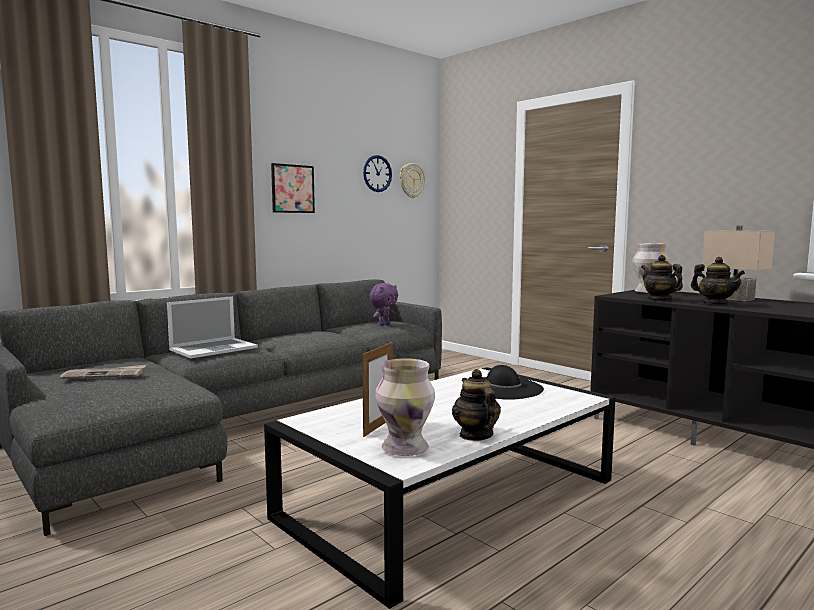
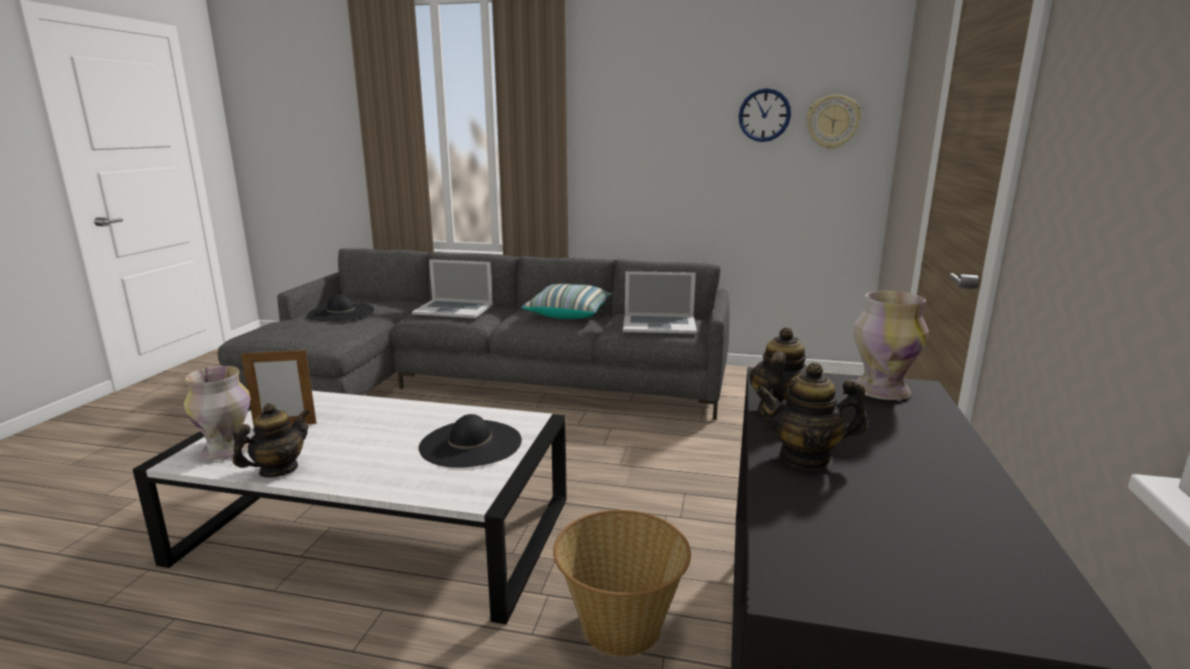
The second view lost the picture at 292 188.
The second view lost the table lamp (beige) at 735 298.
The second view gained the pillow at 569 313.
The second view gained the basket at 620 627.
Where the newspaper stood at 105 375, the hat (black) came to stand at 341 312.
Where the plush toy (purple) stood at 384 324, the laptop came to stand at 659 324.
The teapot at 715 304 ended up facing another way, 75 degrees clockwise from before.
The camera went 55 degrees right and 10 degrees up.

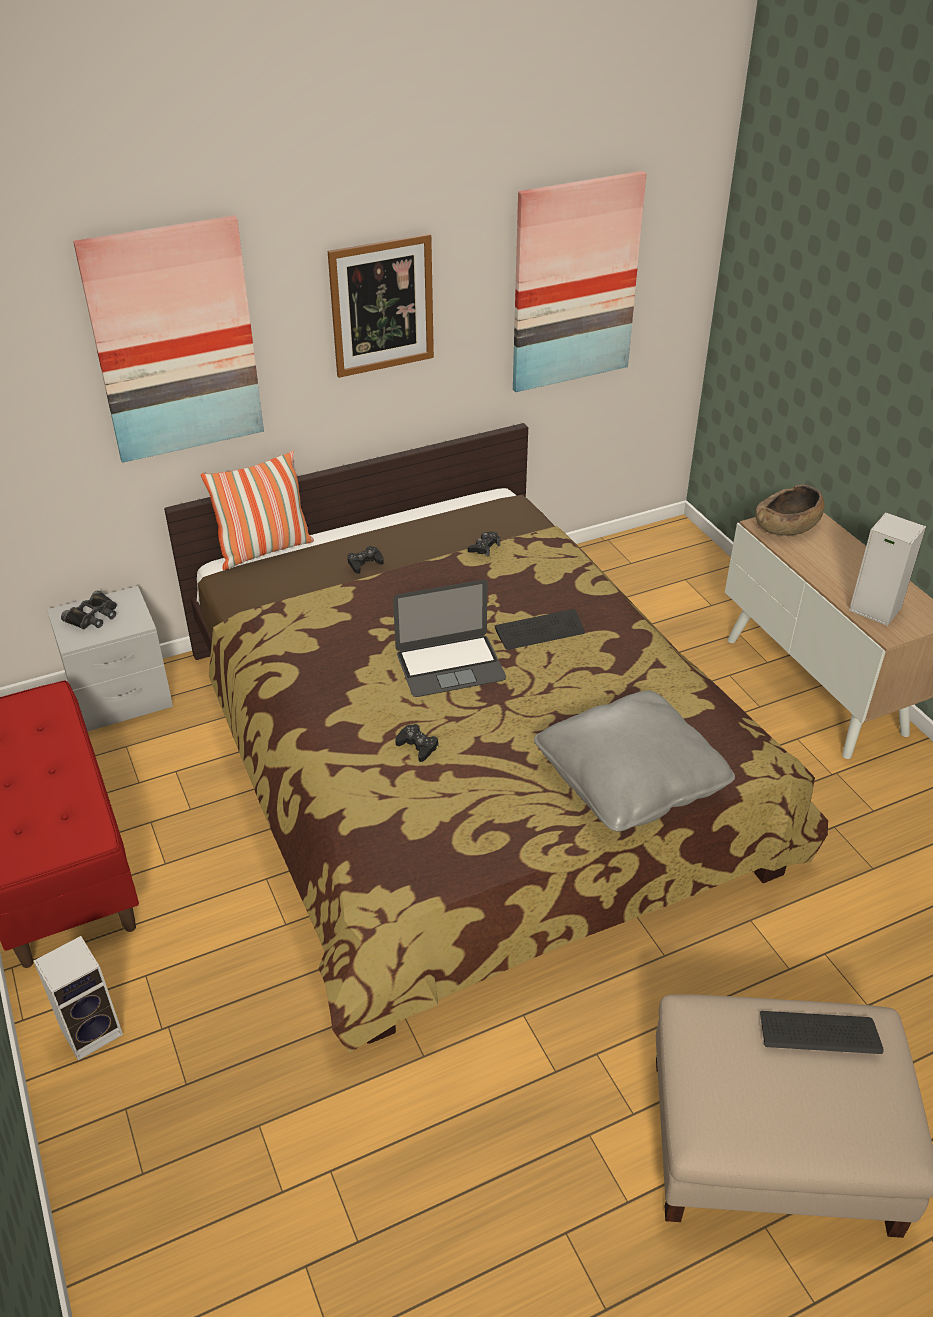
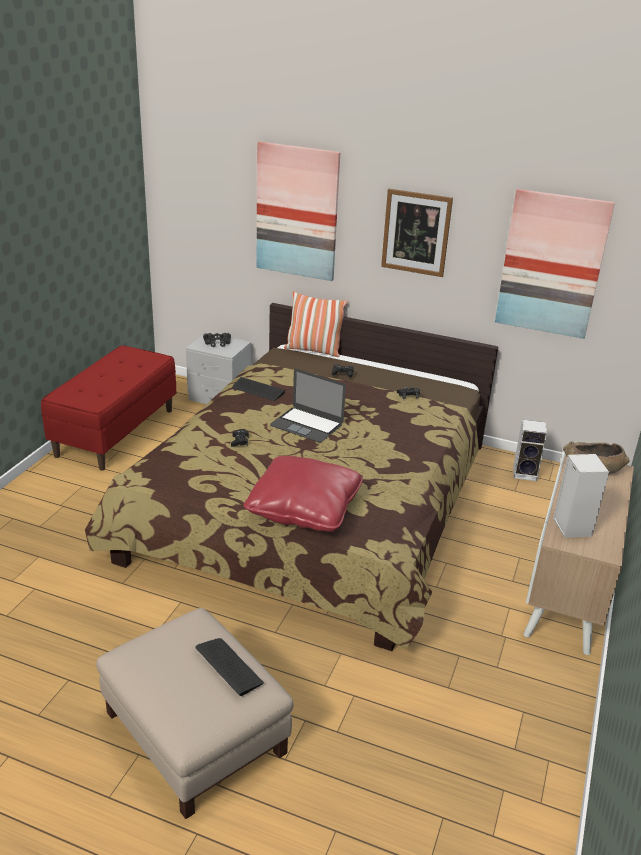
The speaker ended up elsewhere, having gone from 93 1029 to 526 473.
The keyboard ended up elsewhere, having gone from 540 631 to 258 390.
What was the pillow (grey) at 630 780 turned into the pillow (red) at 304 508.
The camera went 45 degrees right and 10 degrees down.

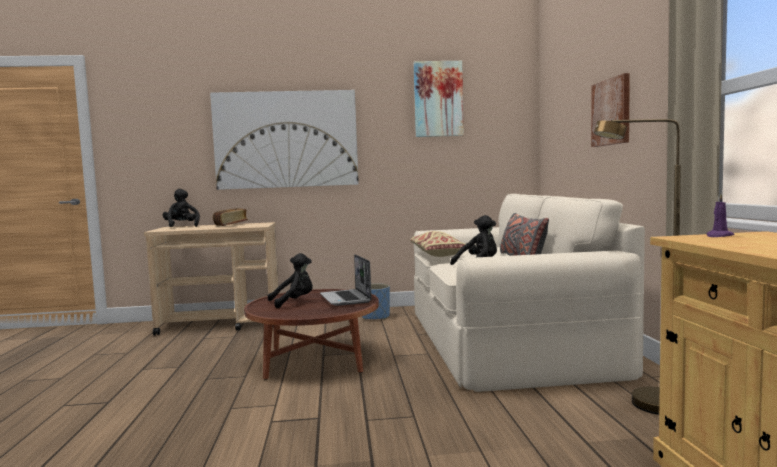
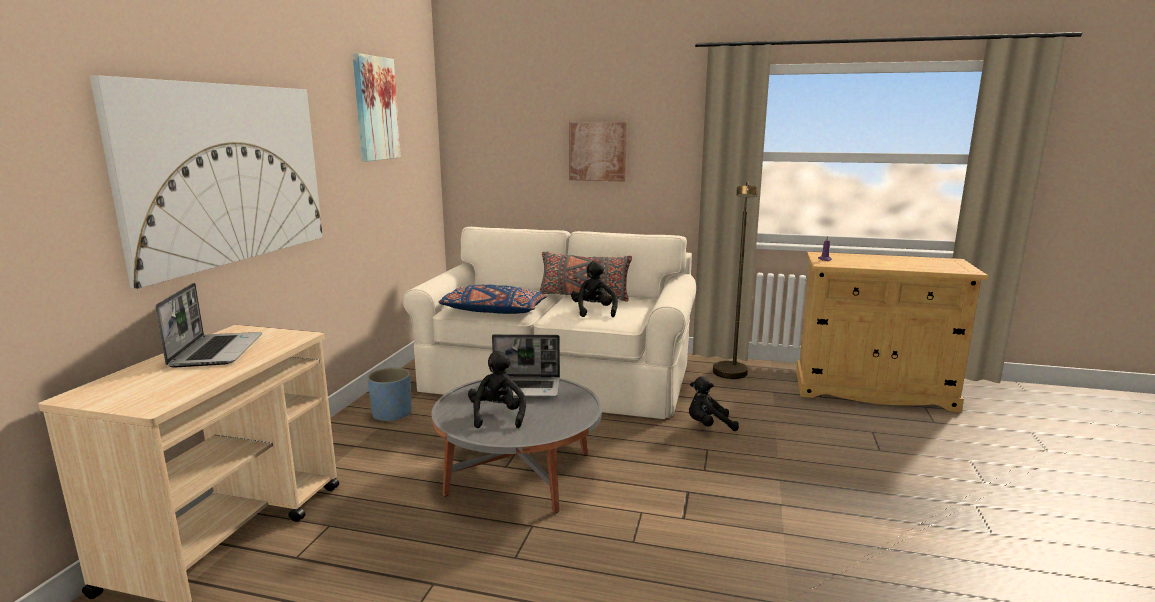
The plush toy (black) ended up elsewhere, having gone from 182 226 to 708 426.
Where the book stood at 230 225, the laptop came to stand at 216 351.
What was the coffee table (brown) at 315 360 turned into the coffee table (grey) at 519 473.
What was the pillow (beige) at 437 254 turned into the pillow (blue) at 493 311.
The camera went 70 degrees left and 10 degrees up.

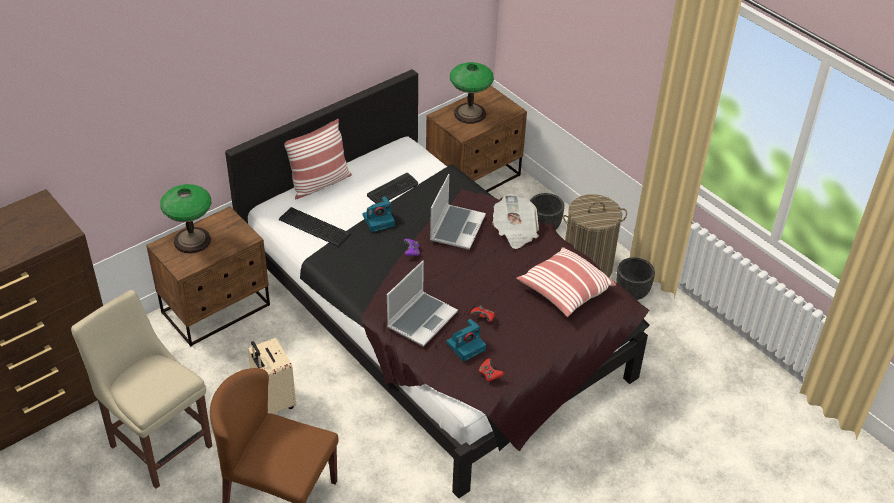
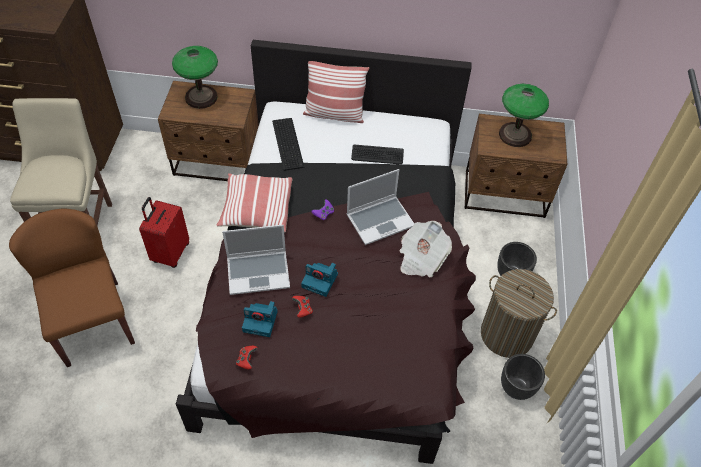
The photo camera ended up elsewhere, having gone from 379 220 to 320 280.
The pillow ended up elsewhere, having gone from 564 291 to 256 210.
What was the suitcase (beige) at 273 401 turned into the suitcase (red) at 170 253.
The camera went 45 degrees right and 10 degrees up.

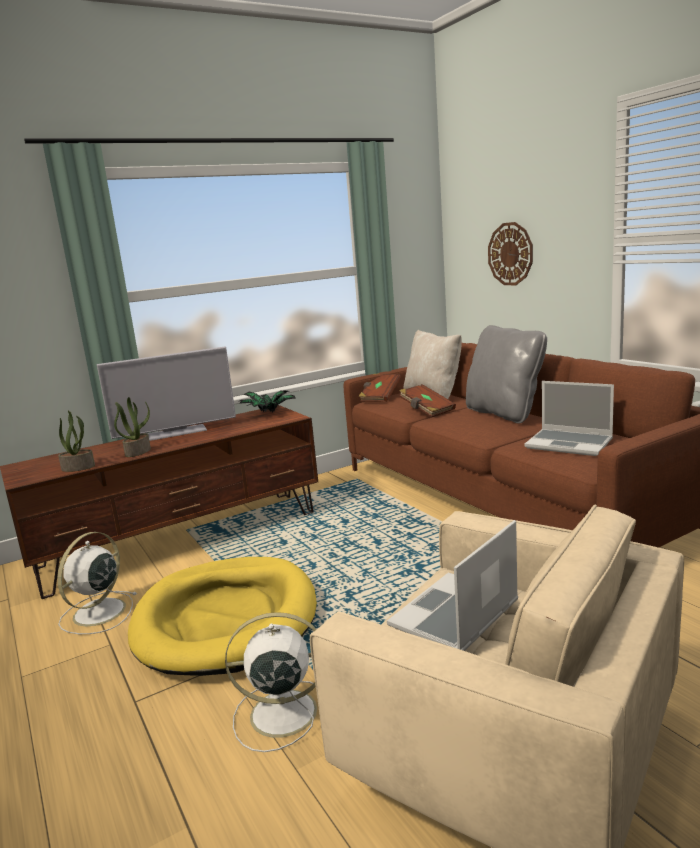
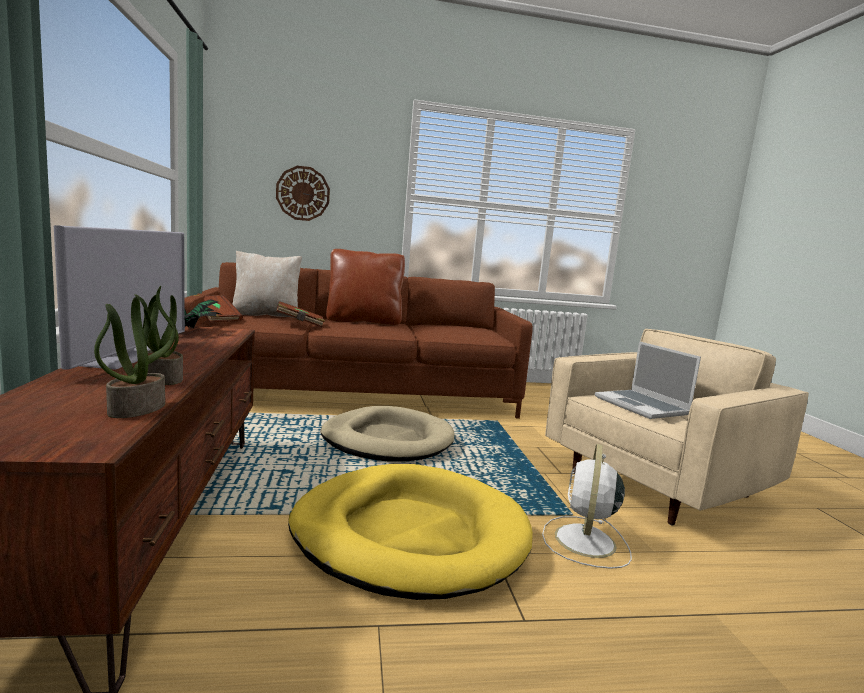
The second view lost the fan (white) at 97 613.
The second view lost the laptop at 570 444.
The second view gained the dog bed (beige) at 387 440.
What was the pillow (grey) at 504 413 turned into the pillow (brown) at 363 321.
The camera went 70 degrees left and 5 degrees down.

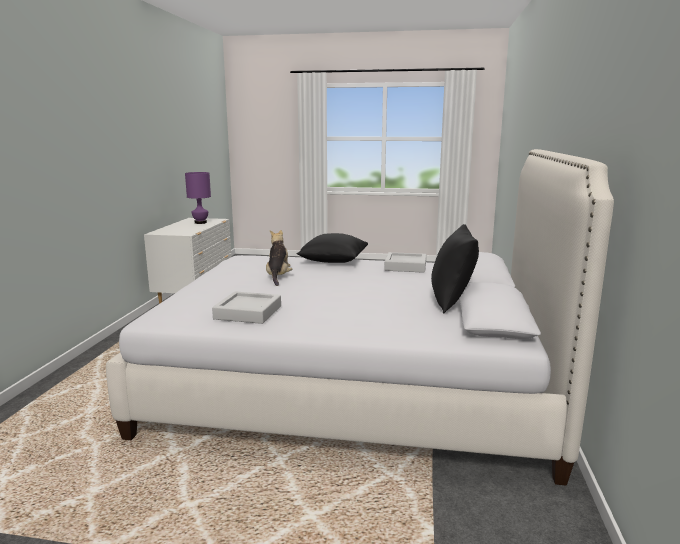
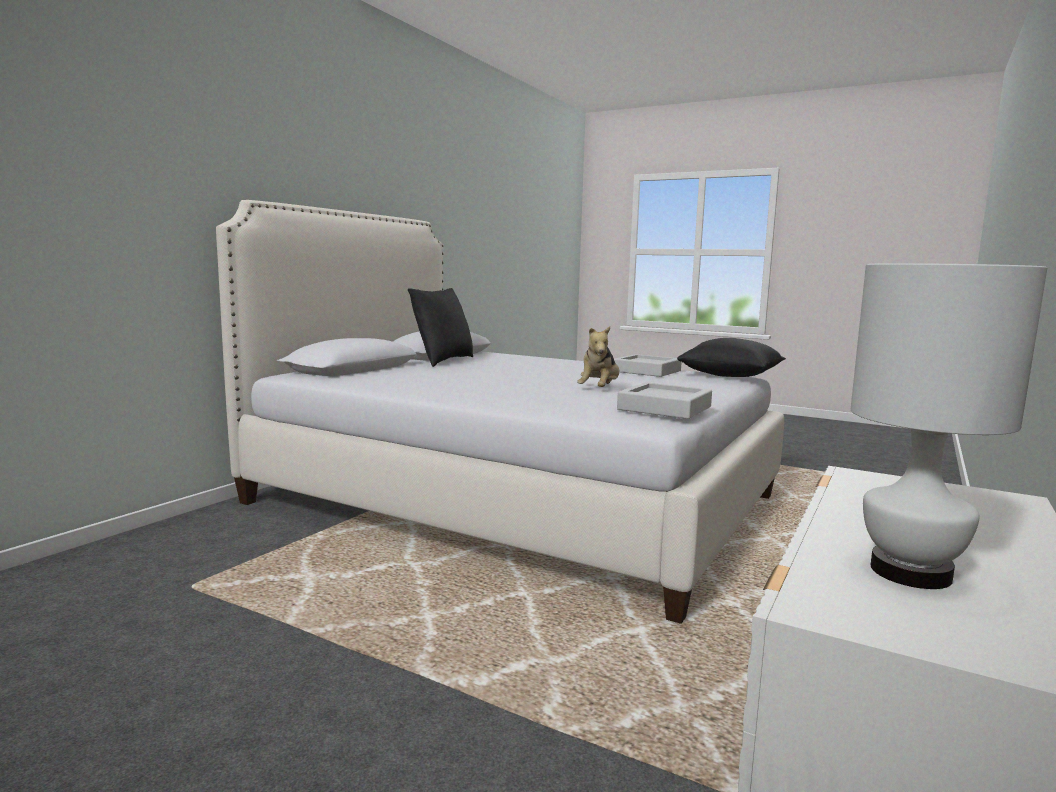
The pillow (black) ended up elsewhere, having gone from 333 261 to 731 376.
The tray (grey) ended up elsewhere, having gone from 405 266 to 664 408.
What was the table lamp (purple) at 200 222 turned into the table lamp (white) at 912 572.
The camera went 160 degrees left and 5 degrees down.

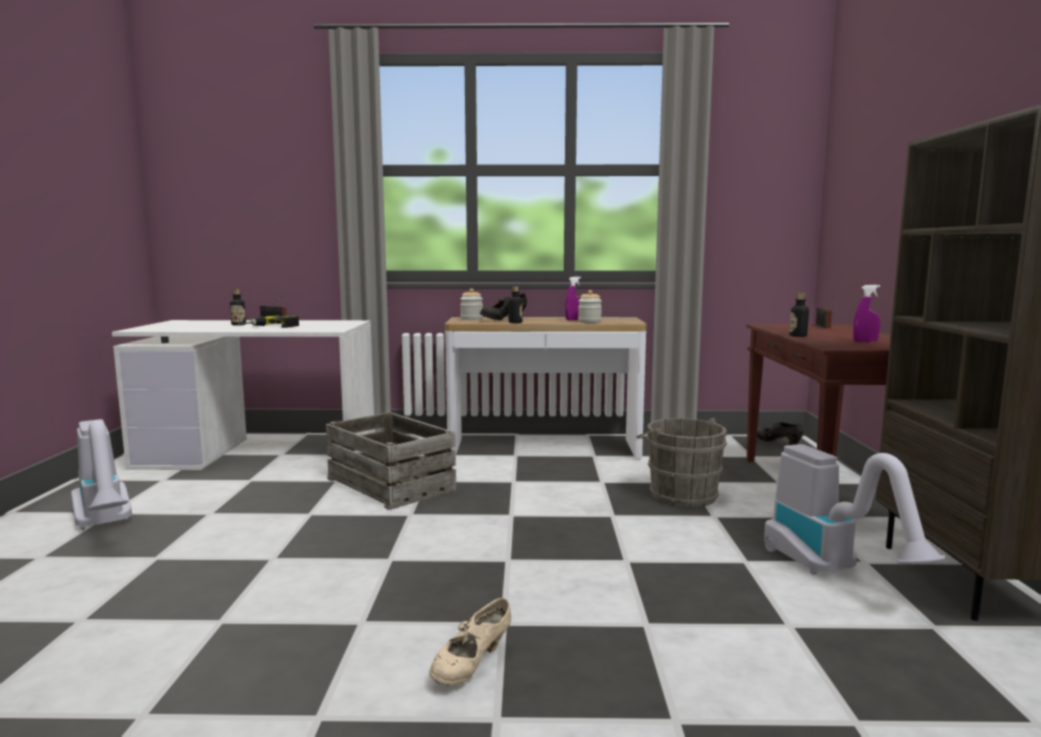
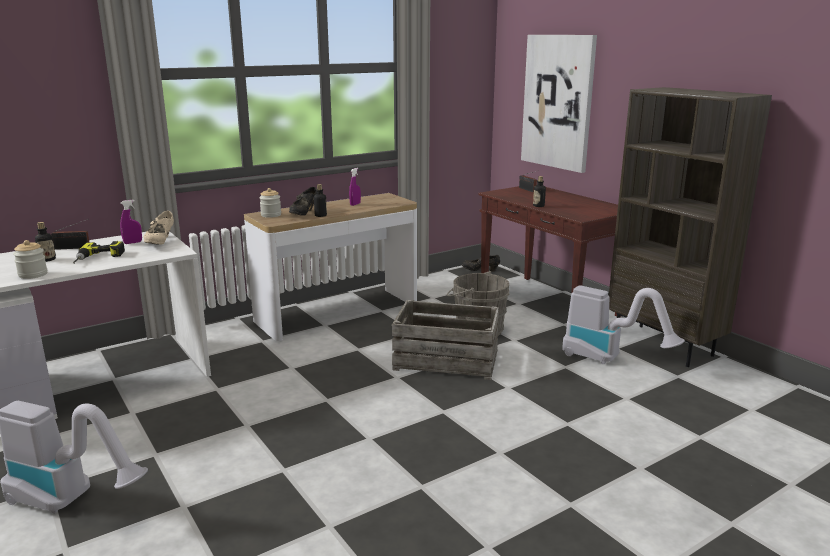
The second view gained the picture at 558 102.
The crate ended up elsewhere, having gone from 391 484 to 446 359.
The shoe (beige) ended up elsewhere, having gone from 471 666 to 160 242.
The jar ended up elsewhere, having gone from 589 322 to 33 274.
The spray bottle (purple) ended up elsewhere, having gone from 865 341 to 133 242.
The camera went 35 degrees left and 10 degrees up.

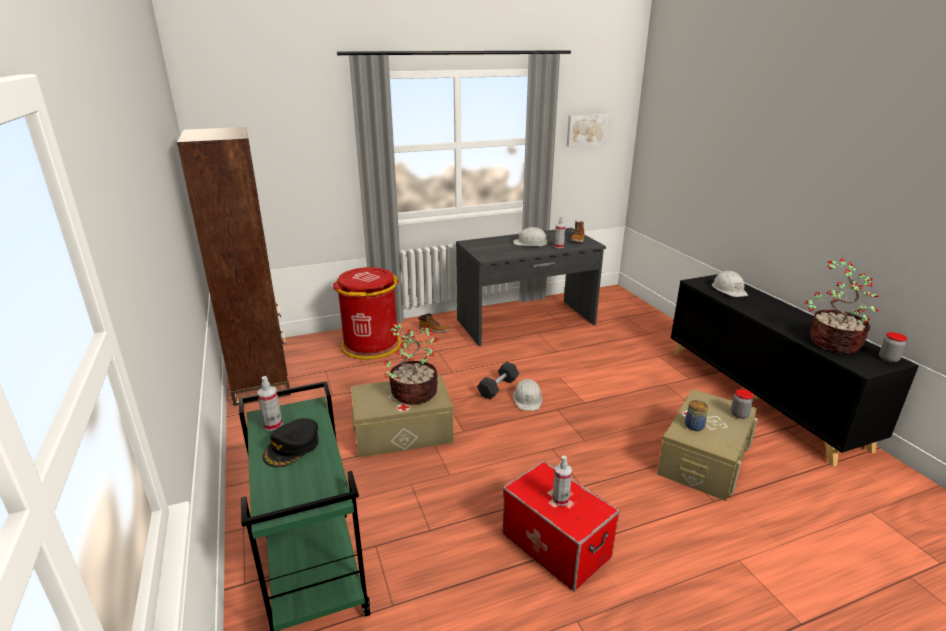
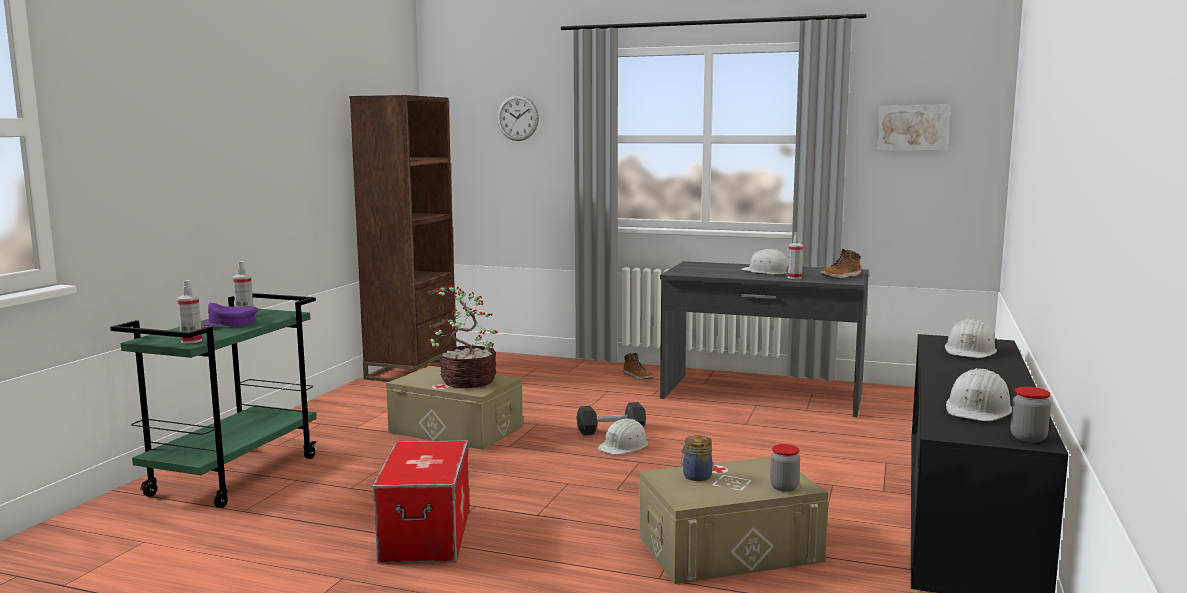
The second view lost the trash can (red) at 371 345.
The second view gained the wall clock at 517 118.
The spray bottle ended up elsewhere, having gone from 560 499 to 191 341.
Where the potted plant stood at 832 342, the hard hat (white) came to stand at 978 409.
What was the cap (black) at 292 447 turned into the cap (purple) at 228 324.
The camera went 40 degrees right and 15 degrees down.

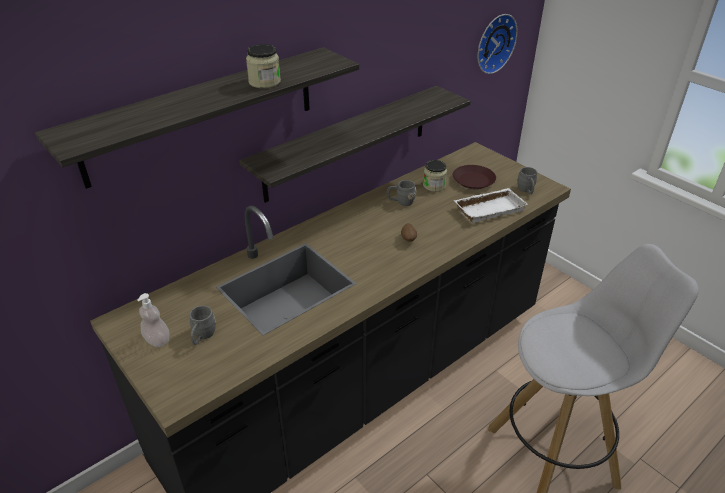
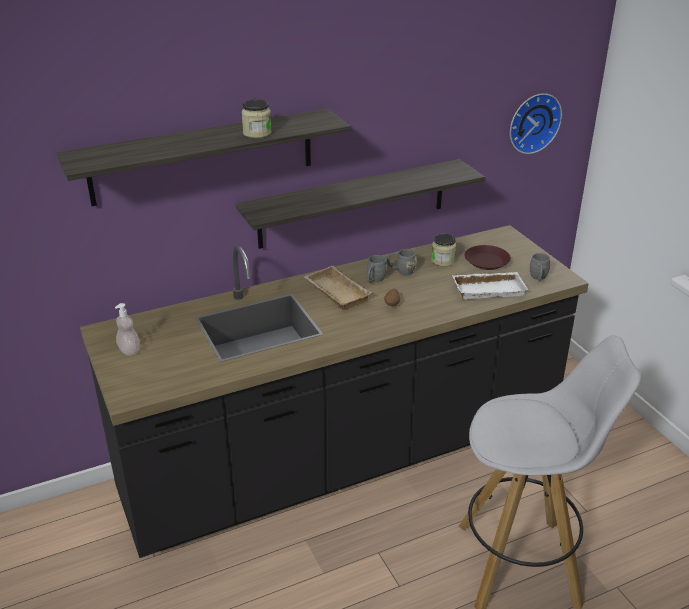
The second view gained the tray (beige) at 335 292.
The mug (grey) ended up elsewhere, having gone from 202 336 to 374 280.
The camera went 15 degrees right and 5 degrees down.

